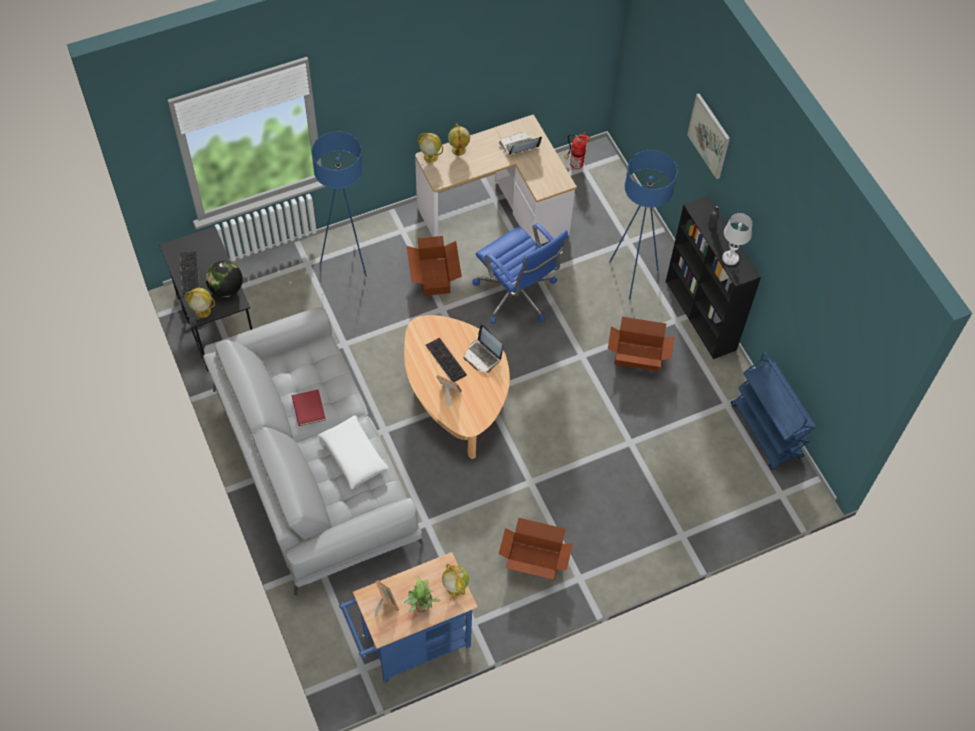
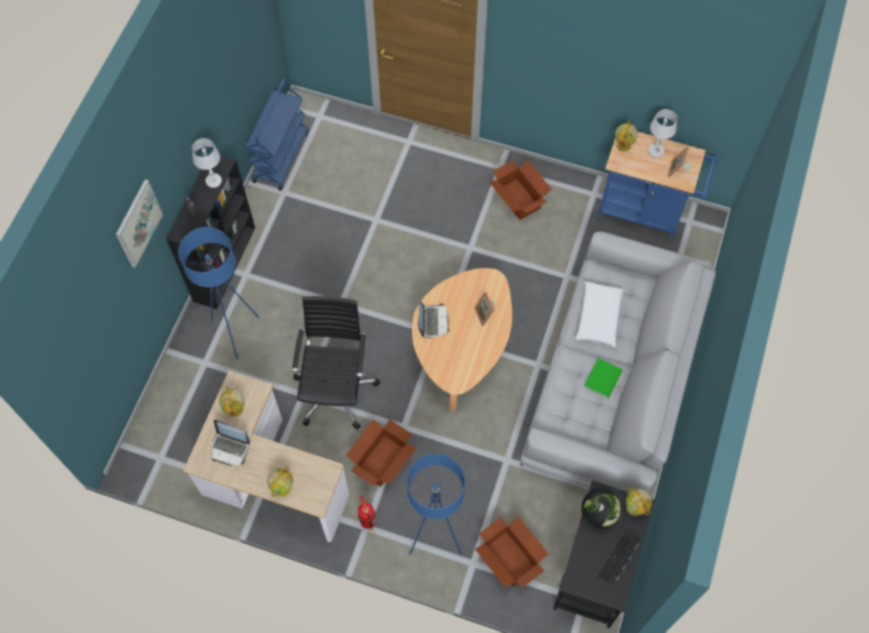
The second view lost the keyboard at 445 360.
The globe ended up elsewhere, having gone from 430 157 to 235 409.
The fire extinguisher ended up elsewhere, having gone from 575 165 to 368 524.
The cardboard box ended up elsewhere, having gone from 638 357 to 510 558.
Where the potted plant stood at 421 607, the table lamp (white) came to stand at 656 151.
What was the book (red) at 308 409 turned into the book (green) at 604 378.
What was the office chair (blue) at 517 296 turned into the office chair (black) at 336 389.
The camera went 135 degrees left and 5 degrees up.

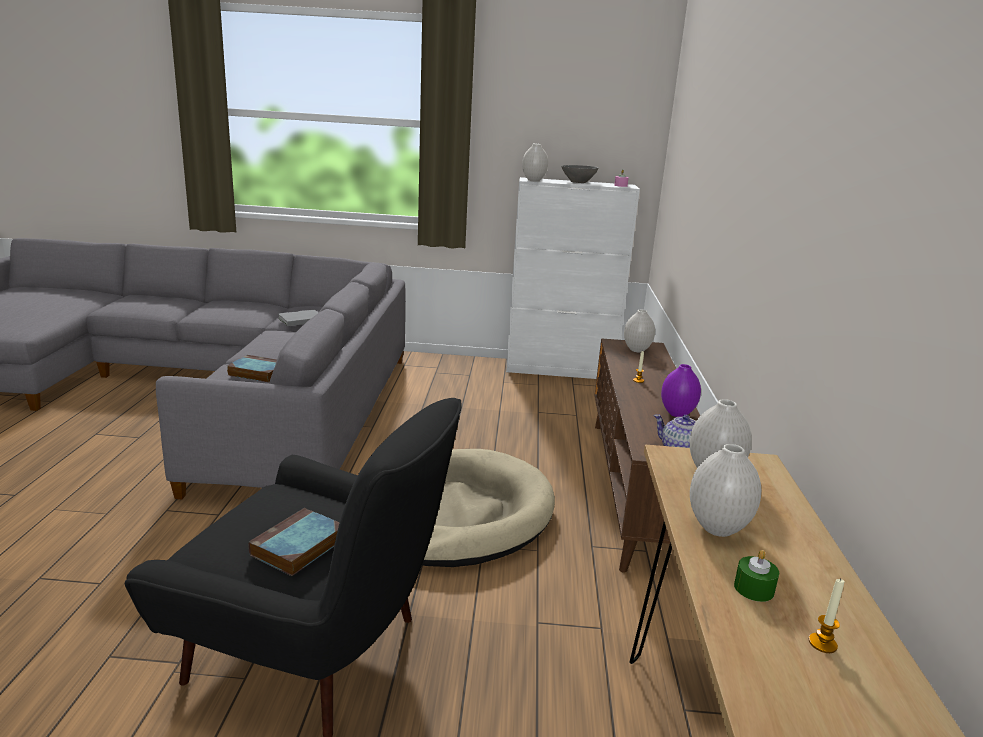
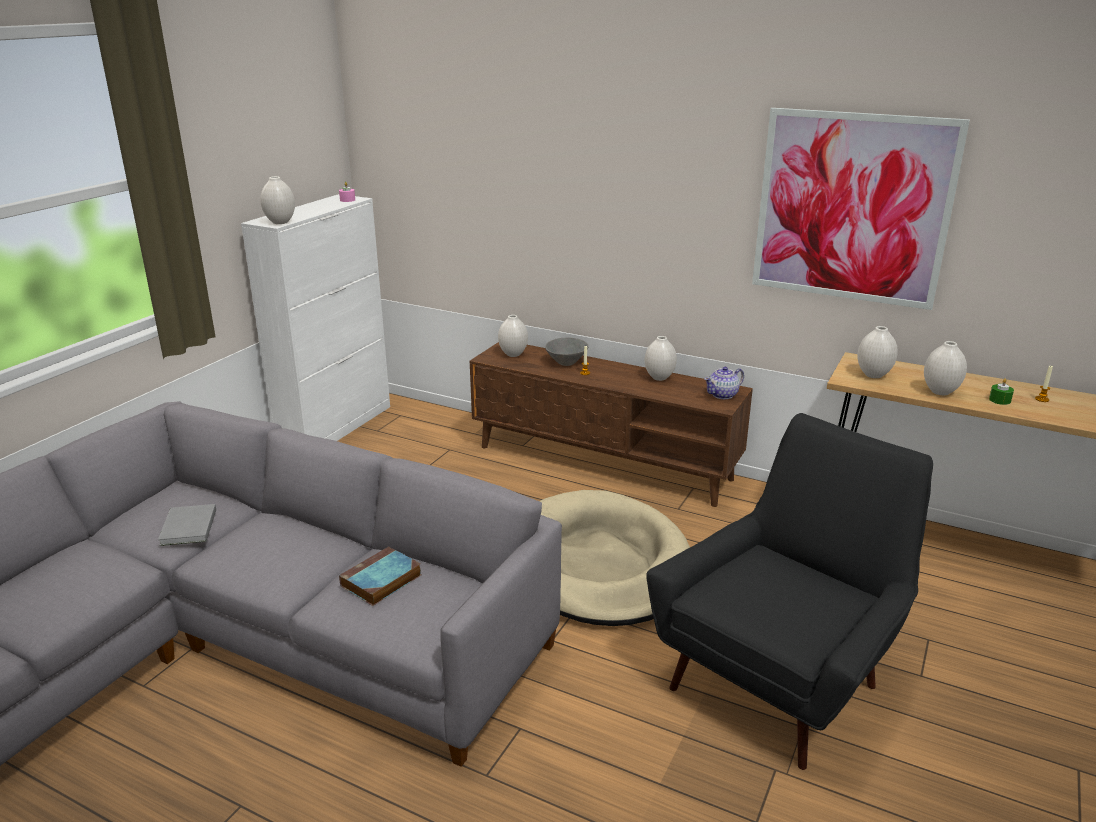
The second view lost the book at 297 548.
The second view gained the picture at 852 208.
The bowl (grey) ended up elsewhere, having gone from 578 182 to 566 362.
What was the vase (purple) at 676 414 turned into the vase (white) at 659 378.
The camera went 65 degrees left and 5 degrees up.

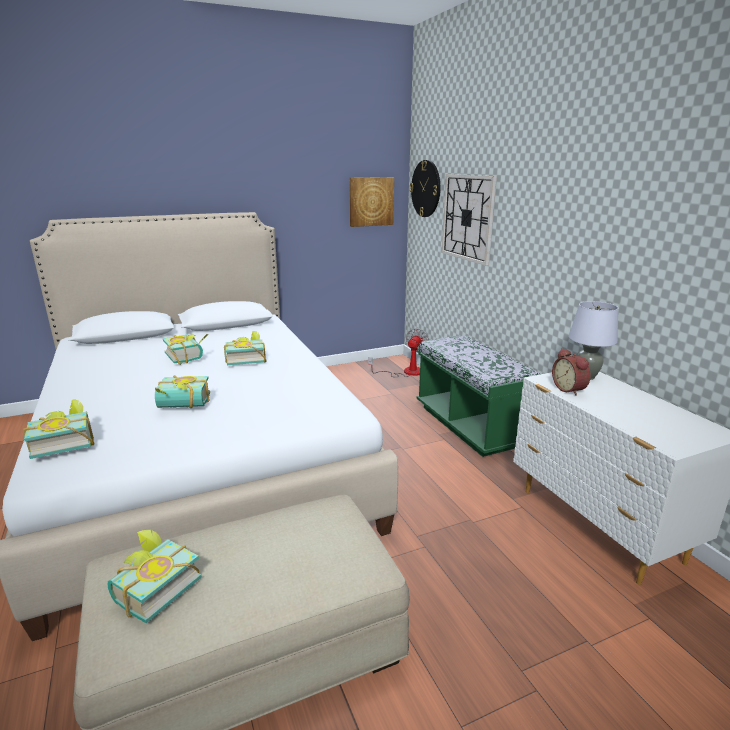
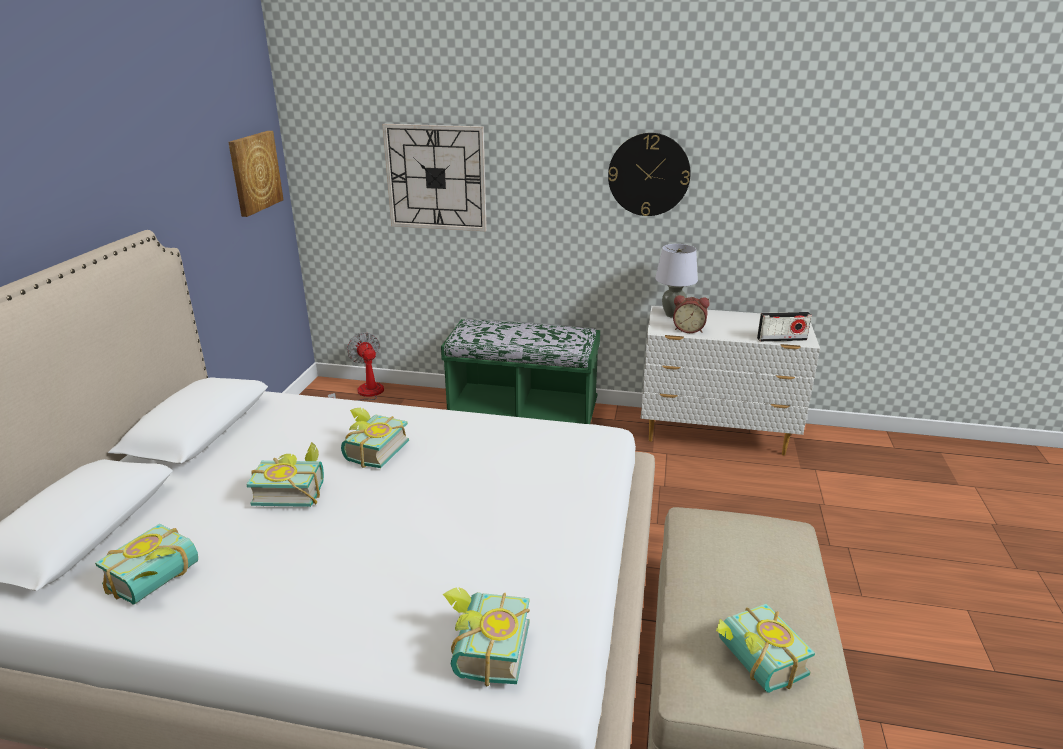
The second view gained the radio at 781 339.
The book ended up elsewhere, having gone from 183 406 to 159 582.
The wall clock ended up elsewhere, having gone from 426 188 to 649 174.
The camera went 55 degrees left and 5 degrees up.

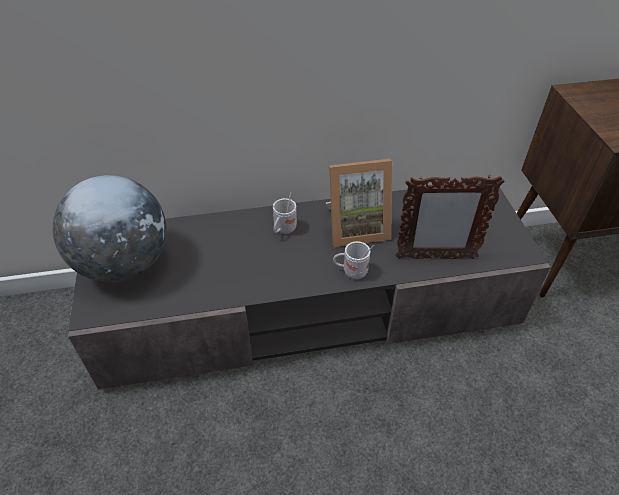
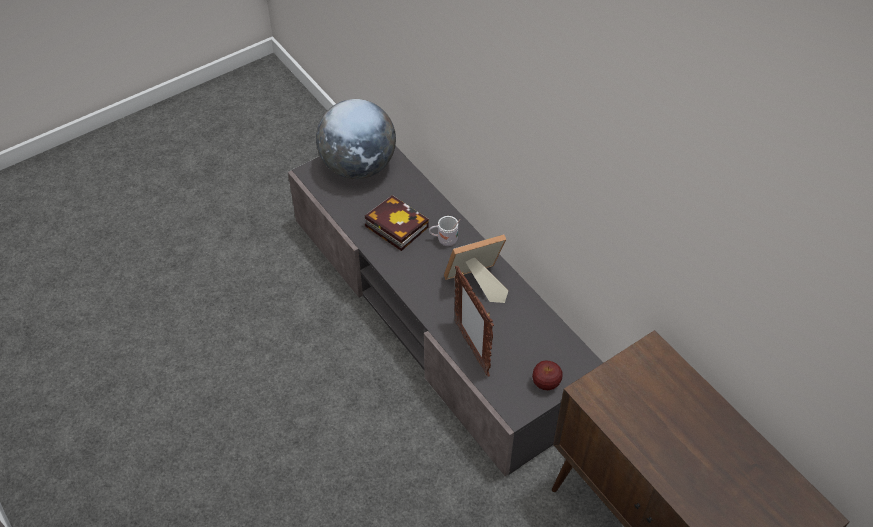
The second view lost the mug (white) at 351 272.
The second view gained the book at 394 226.
The second view gained the apple at 546 383.
The picture frame at 356 227 ended up facing another way, 105 degrees clockwise from before.
The camera went 65 degrees right and 5 degrees up.

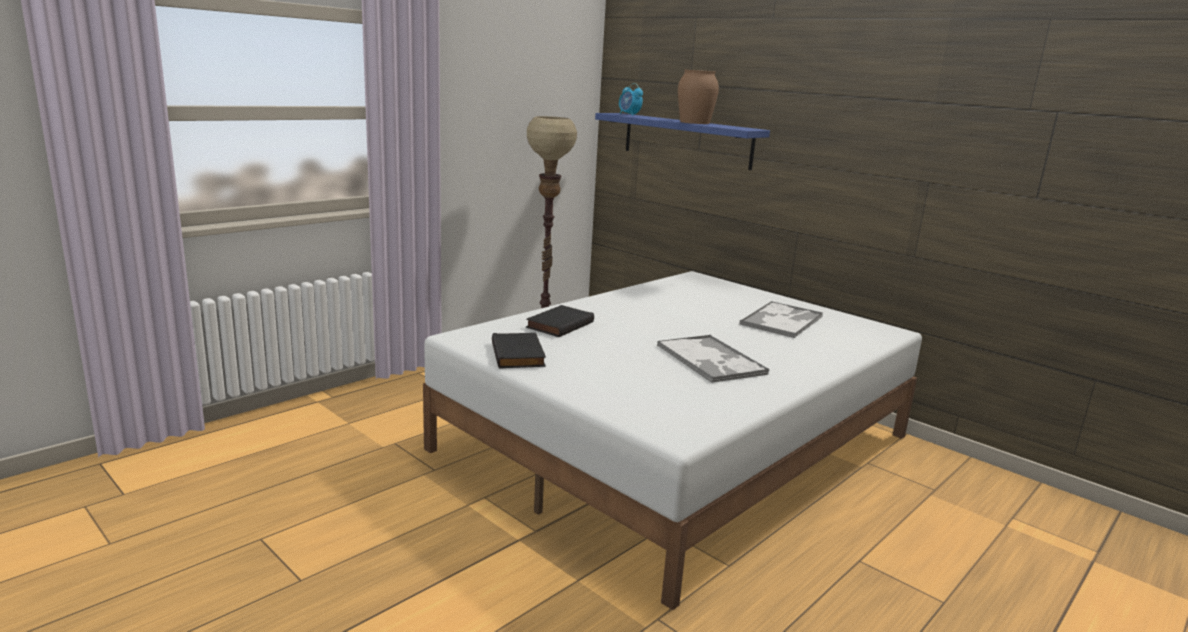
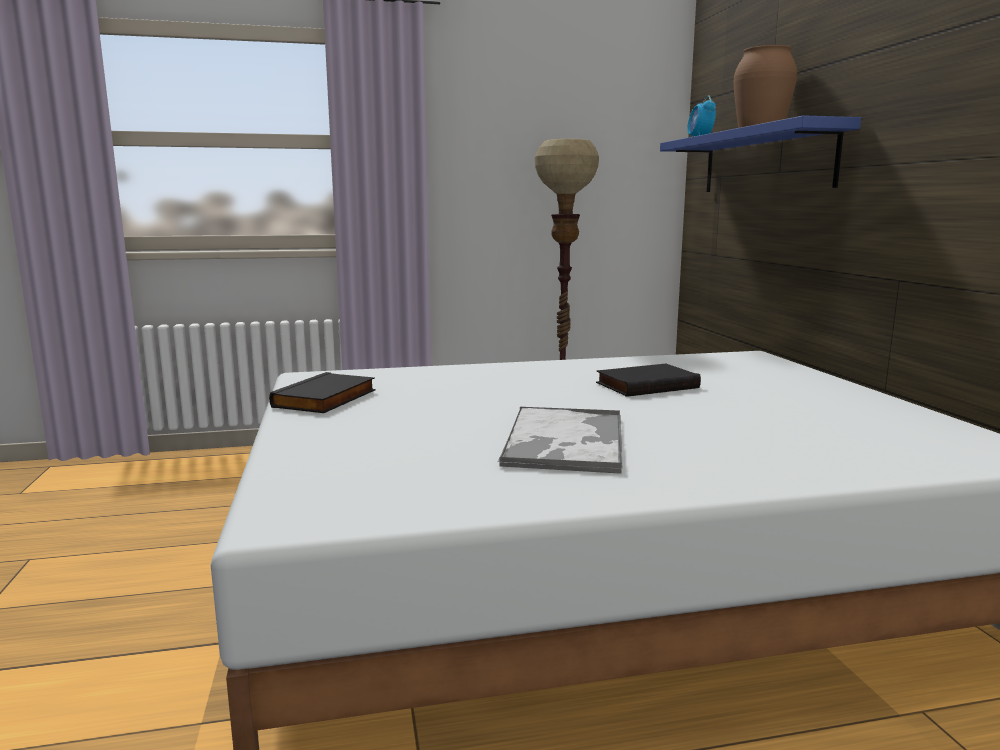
The second view lost the tray at 782 320.
The book (black) ended up elsewhere, having gone from 559 324 to 646 385.
The camera went 35 degrees right and 5 degrees down.

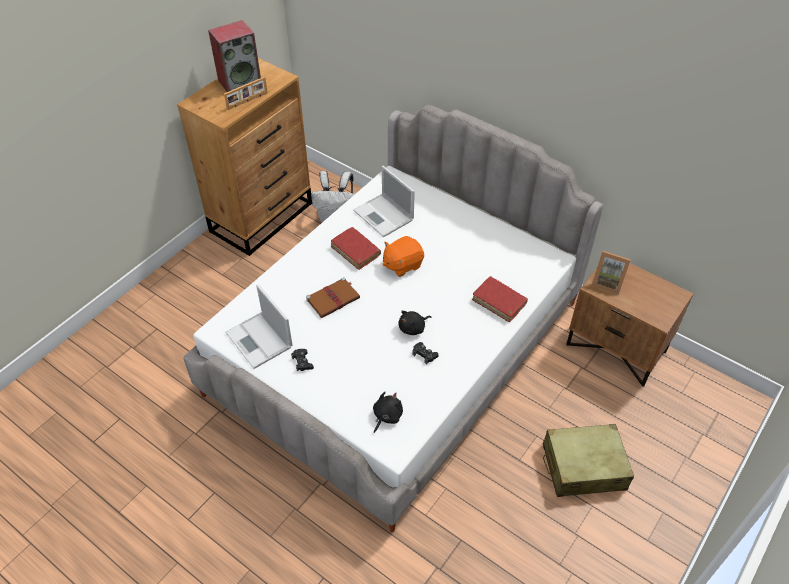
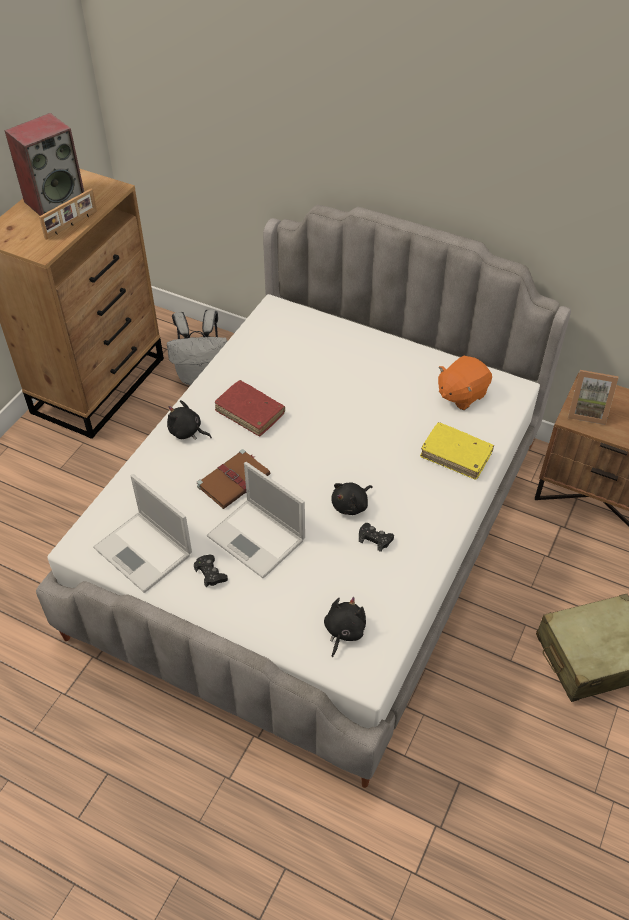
The second view gained the plush toy (black) at 187 432.
The laptop ended up elsewhere, having gone from 384 216 to 257 539.
The plush toy (orange) ended up elsewhere, having gone from 402 264 to 461 394.
What was the book (red) at 499 302 turned into the book (yellow) at 456 455.
The camera went 10 degrees left and 0 degrees up.

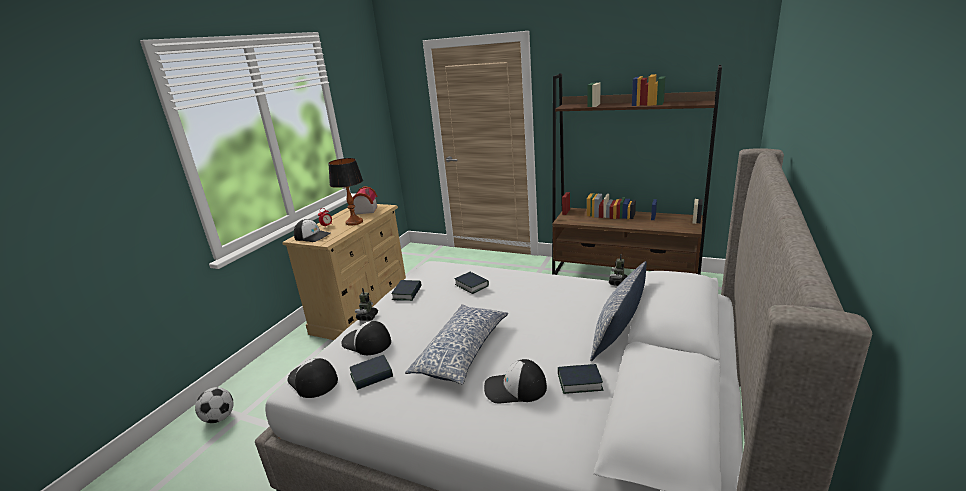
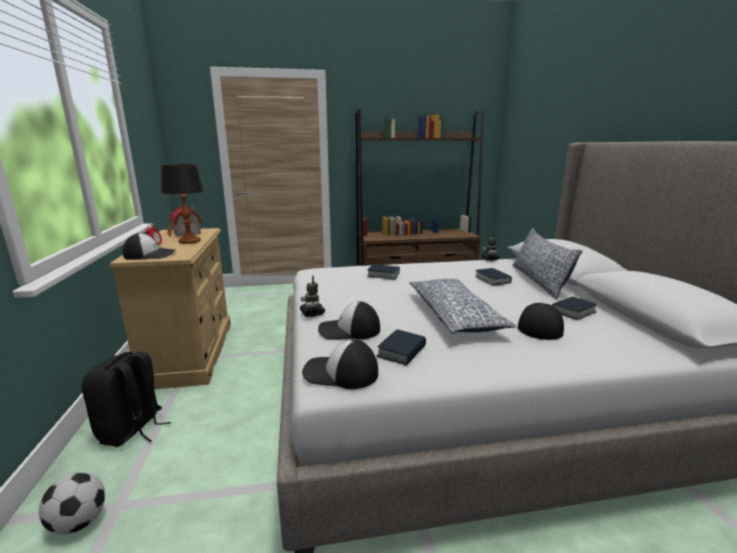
The second view gained the backpack (black) at 132 429.
The book ended up elsewhere, having gone from 407 293 to 492 280.
The cap at 515 388 ended up facing another way, 150 degrees clockwise from before.
The camera went 35 degrees left and 5 degrees down.

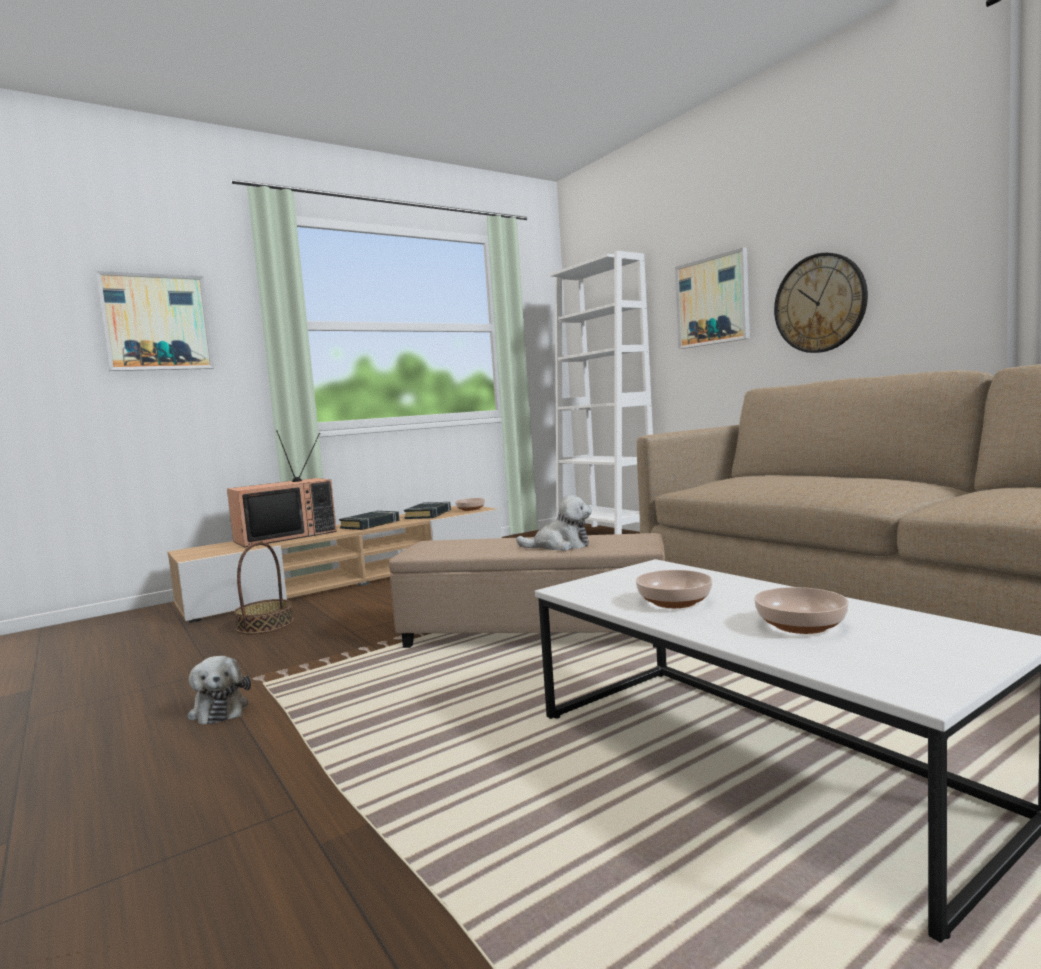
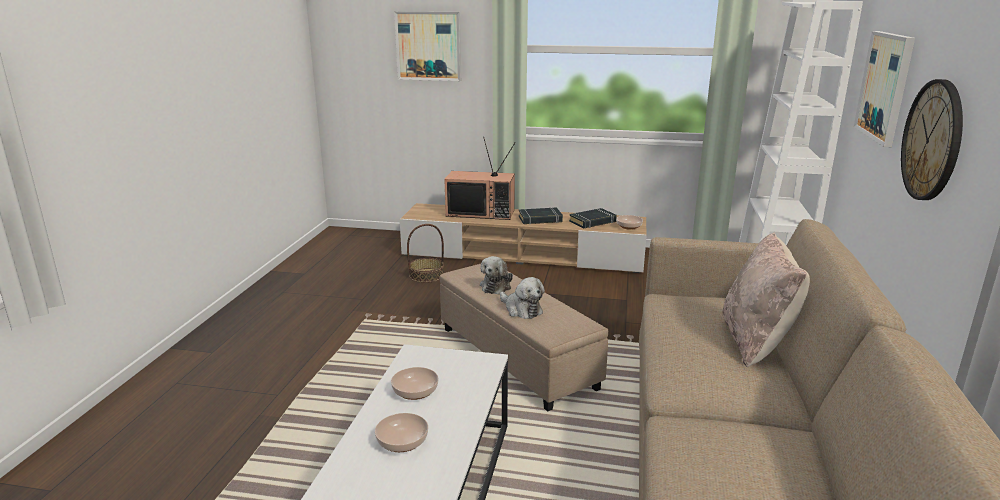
The second view gained the pillow (beige) at 756 342.
The plush toy ended up elsewhere, having gone from 219 709 to 496 286.
The camera went 45 degrees right and 15 degrees up.

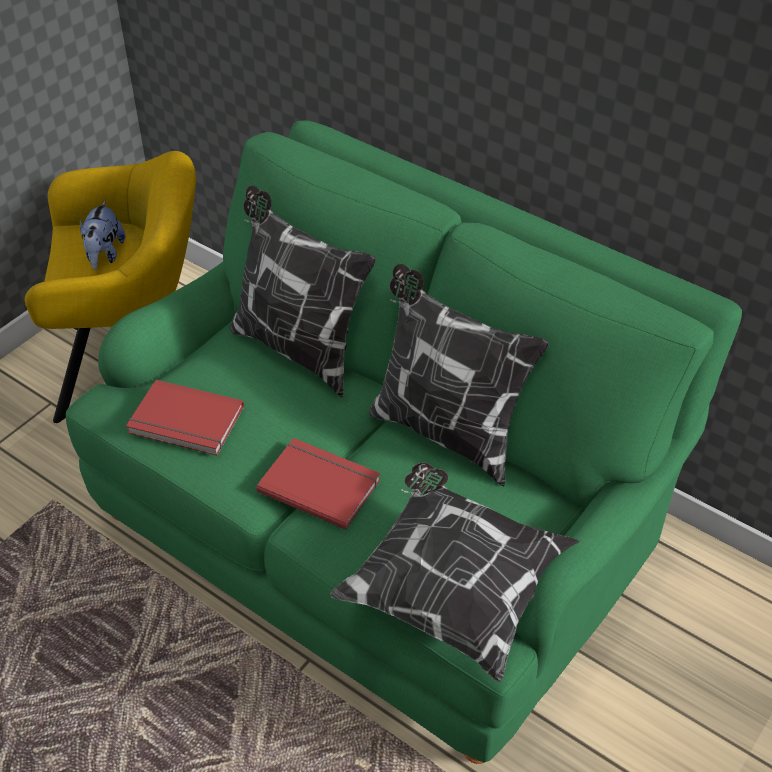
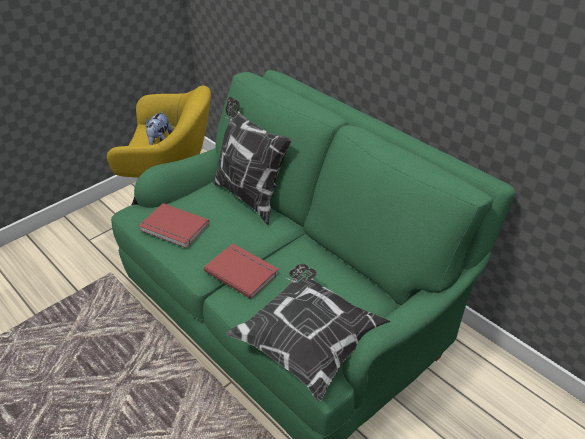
The second view lost the pillow at 446 431.
The camera went 10 degrees right and 5 degrees down.

